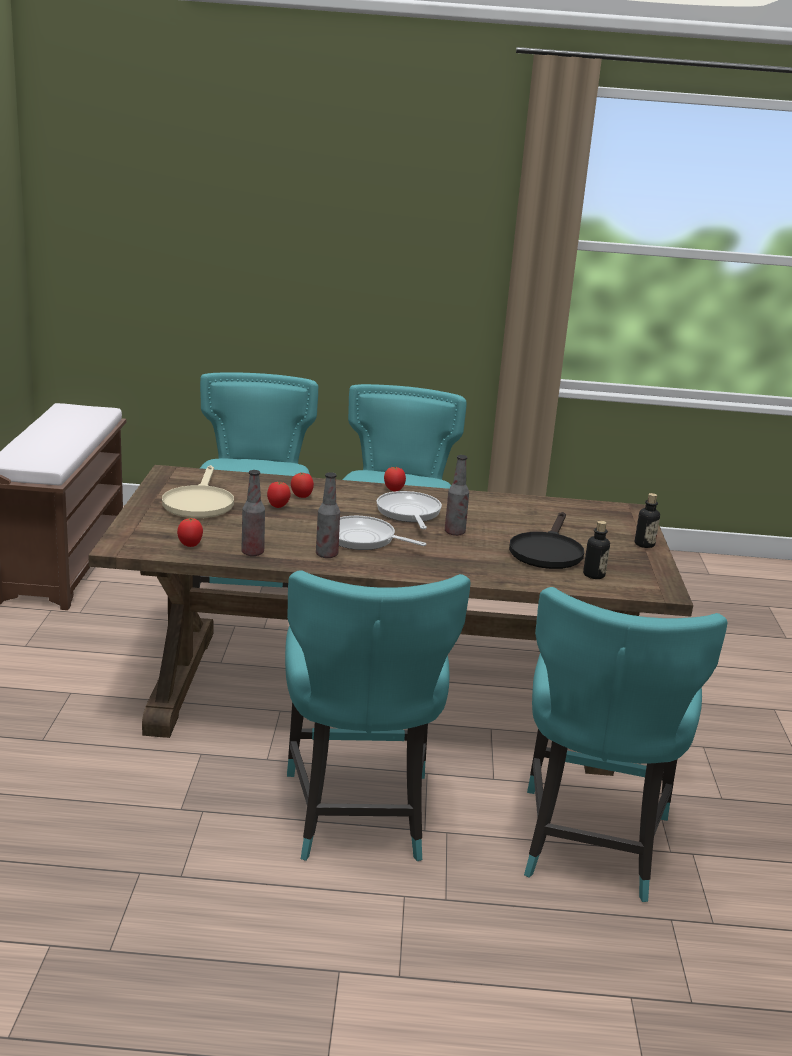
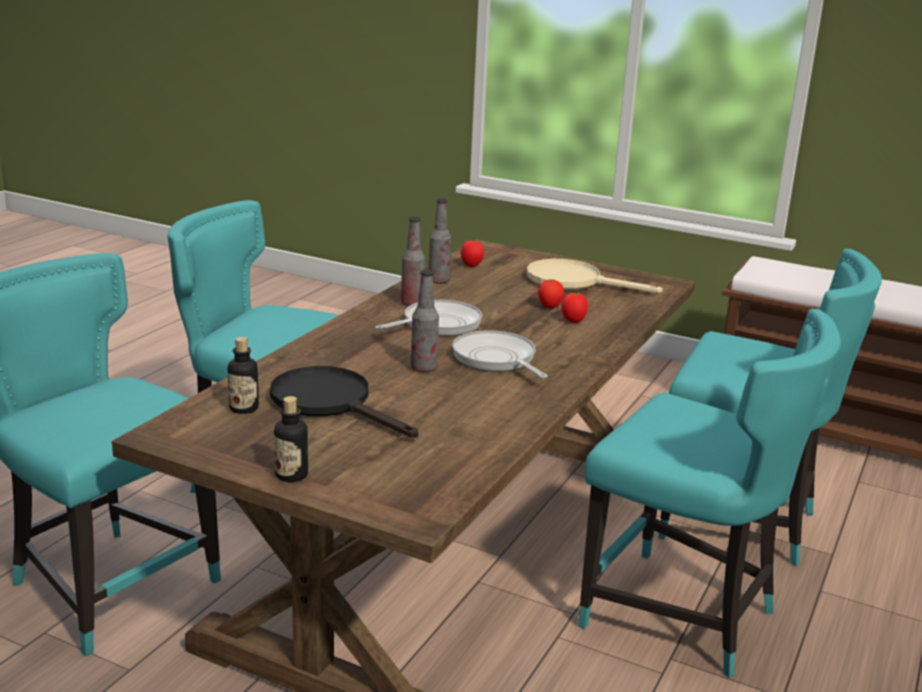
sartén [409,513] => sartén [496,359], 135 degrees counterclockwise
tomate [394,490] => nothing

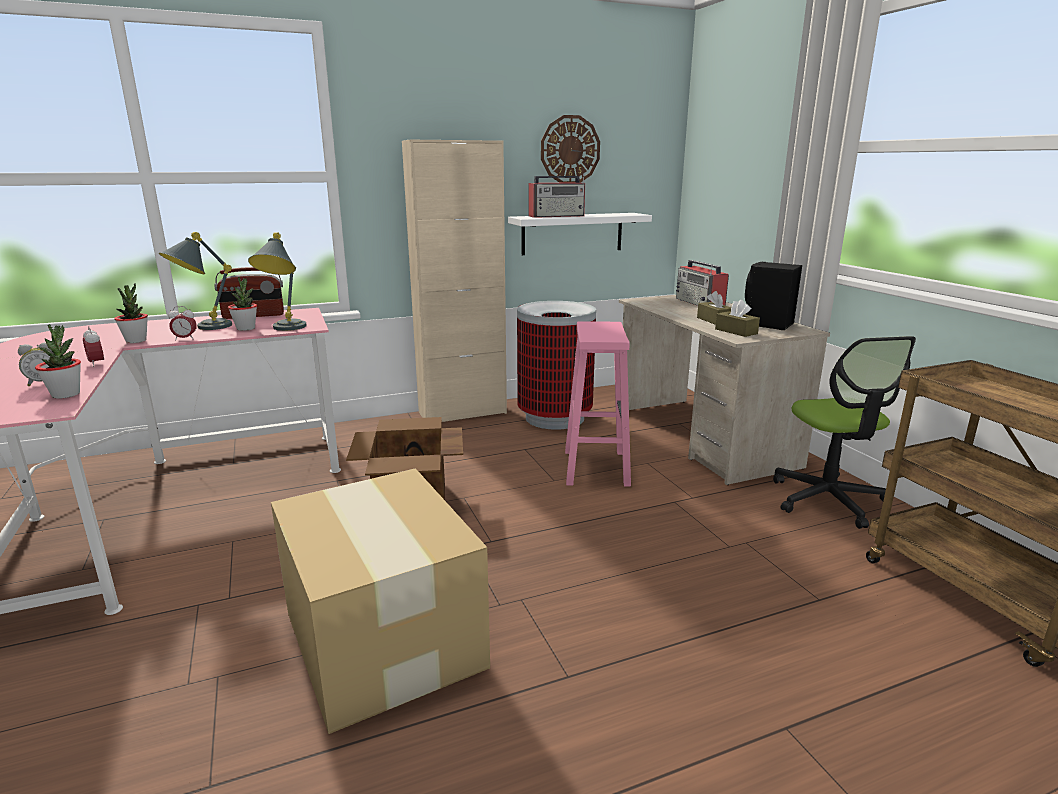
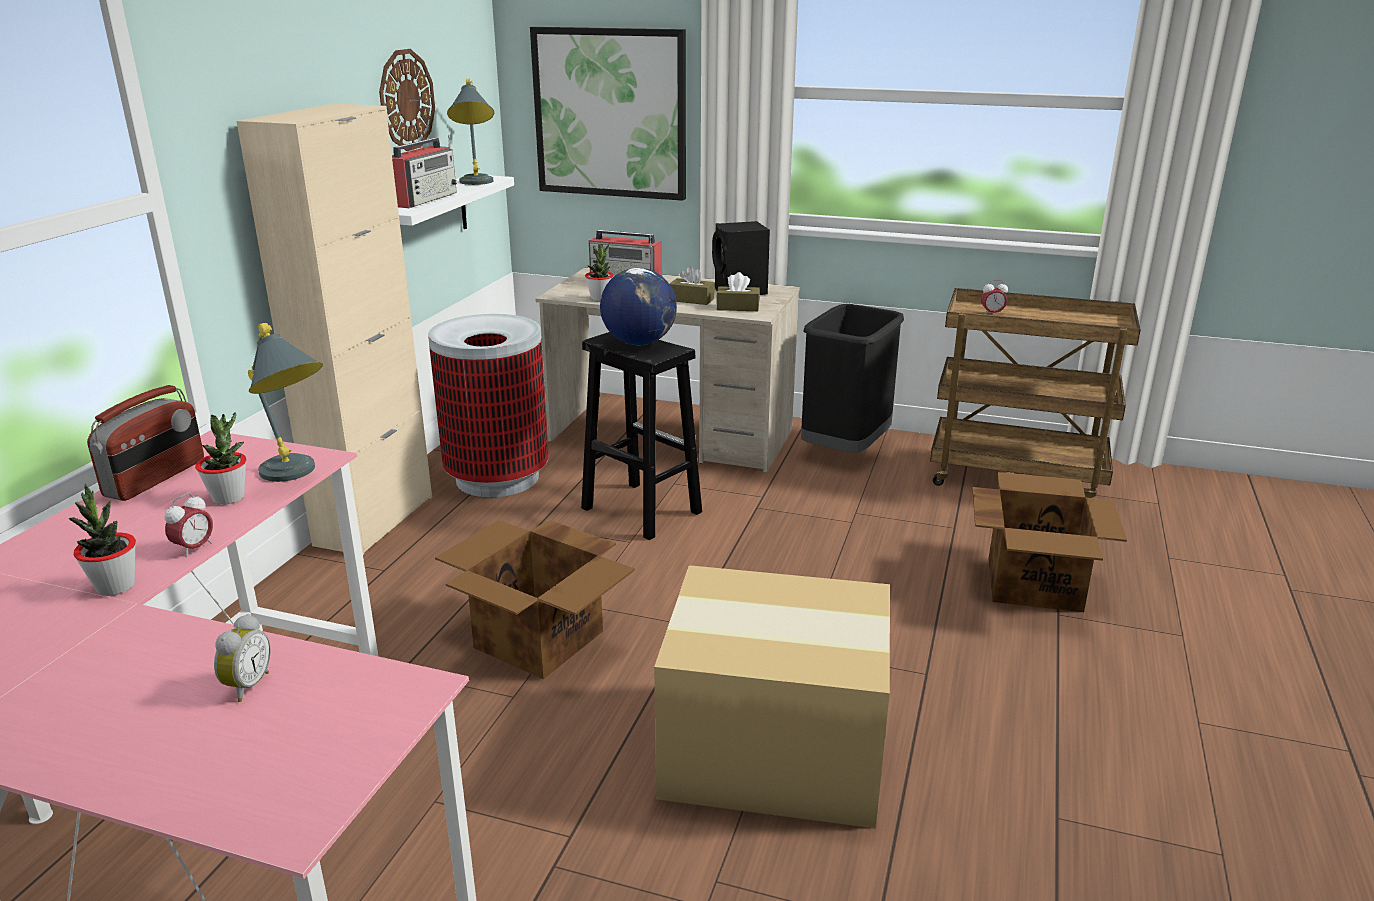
planta en maceta [66,394] => planta en maceta [600,298], moved
despertador [97,363] => despertador [992,314], moved
lámpara de mesa (gris) [203,328] => lámpara de mesa (gris) [476,184], moved
taburete (rosa) [595,467] => taburete (negro) [639,510]
silla de oficina [828,500] => papelera (negro) [845,450]
nothing => cuadro [610,113]
nothing => globo terráqueo [639,343]
nothing => caja de cartón [1034,583]

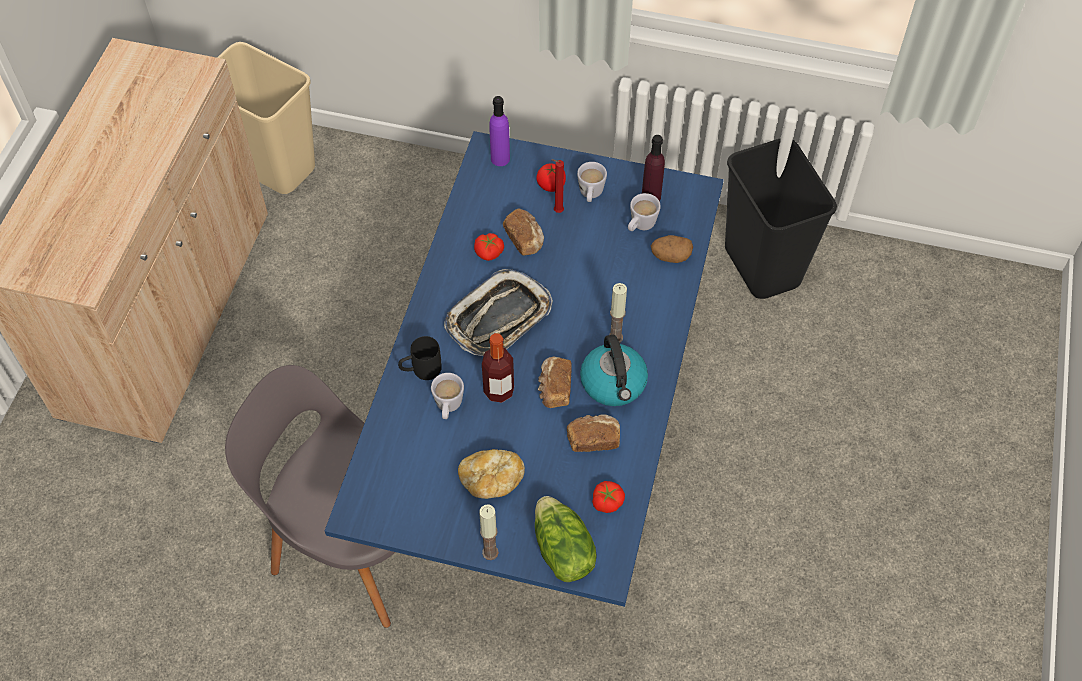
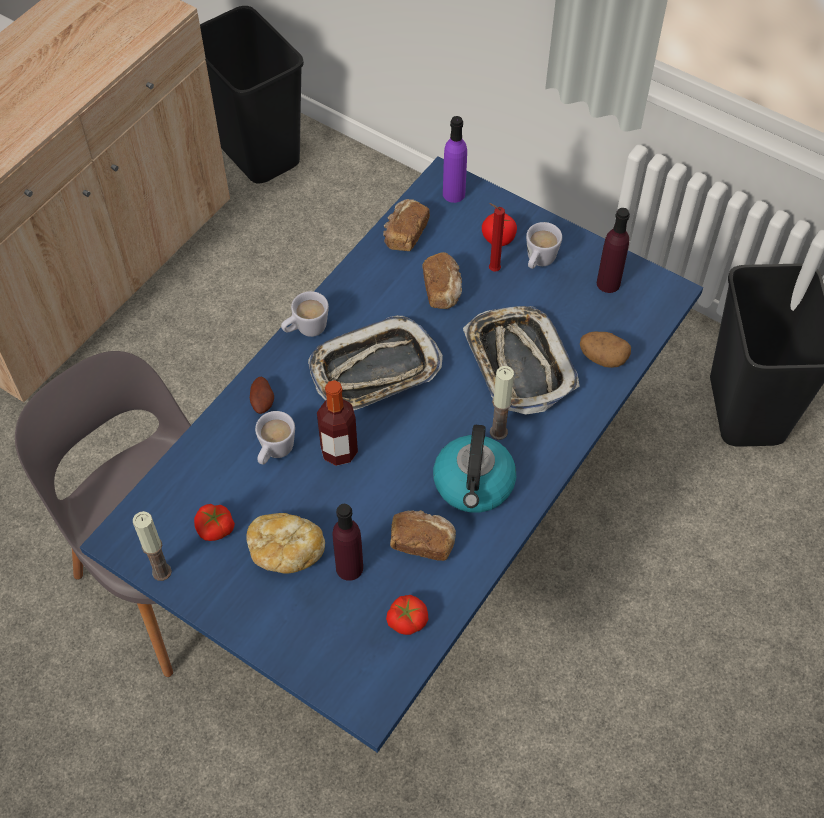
papelera (beis) [273,168] => papelera (negro) [256,153]
taza grande (negro) [420,371] => patata [263,402]
tomate [489,253] => tomate [215,529], moved
vela [490,552] => vela [161,572], moved
lechuga [561,551] => nothing
pan [554,389] => pan [404,234], moved
taza grande (blanco) [640,226] => taza grande (blanco) [305,330], moved
nothing => botella (morado) [349,568]
nothing => bandeja [518,363]

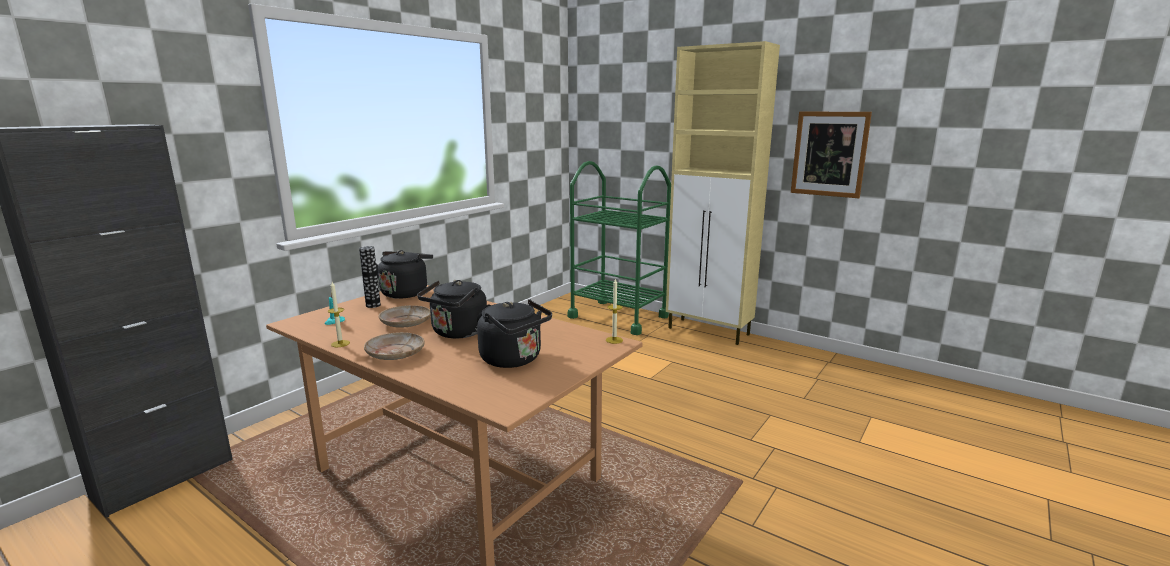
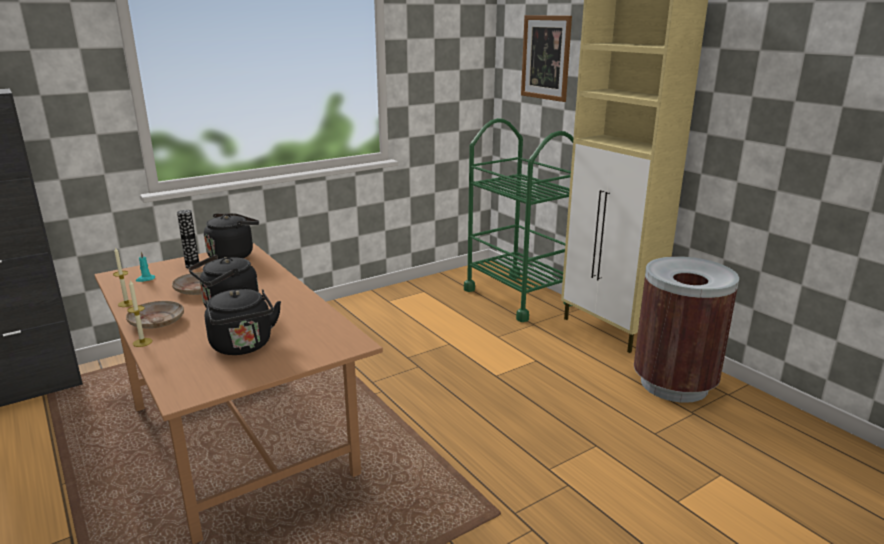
vela [614,340] => vela [142,342], moved
cuadro [829,154] => cuadro [546,57], moved
nothing => papelera (marrón) [674,384]

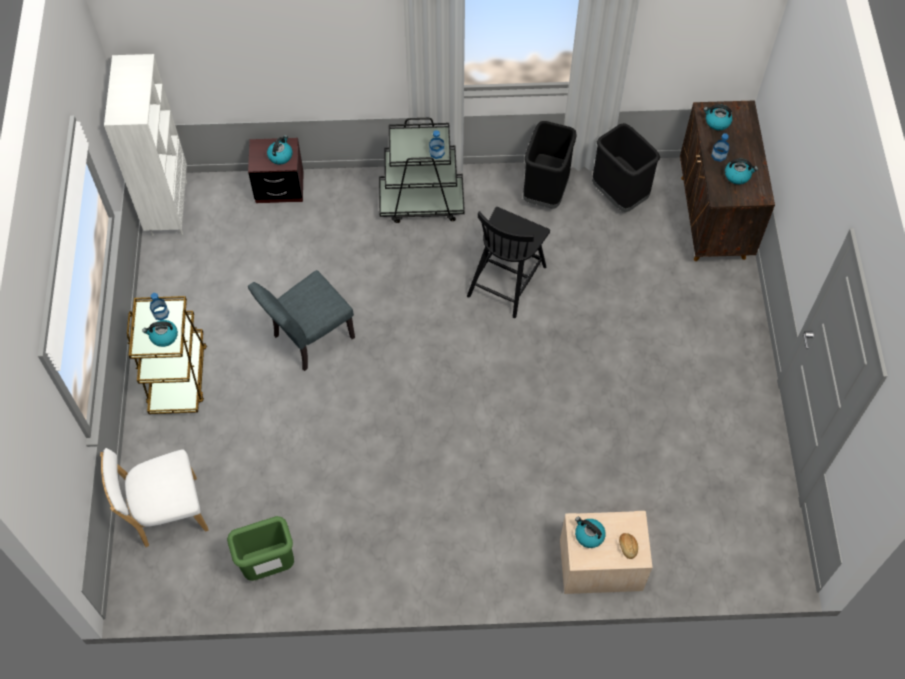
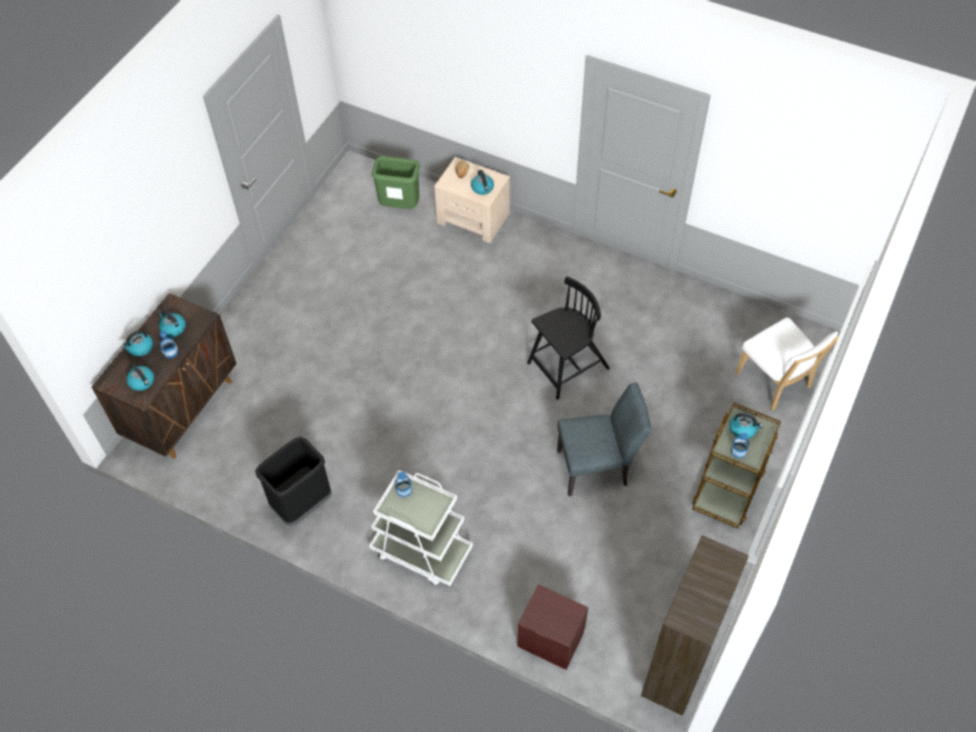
silla (blanco) [166,513] => silla (blanco) [775,382], 45 degrees clockwise
estantería (blanco) [168,208] => estantería (marrón) [676,673]
papelera (verde) [269,567] => papelera (verde) [400,207], moved
hervidor [280,155] => hervidor [140,348], moved
carrito (negro) [422,202] => carrito (blanco) [421,551]
silla (negro) [507,279] => silla (negro) [567,367], moved
papelera (negro) [618,195] => nothing

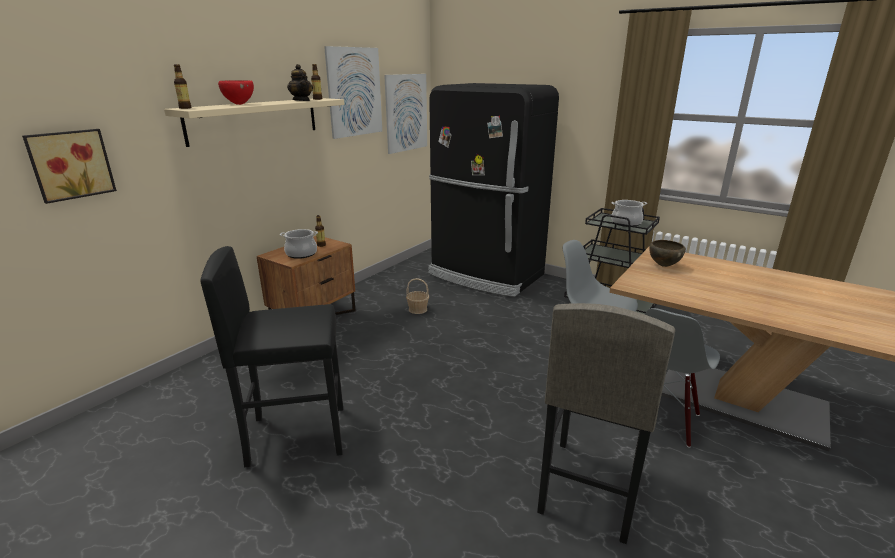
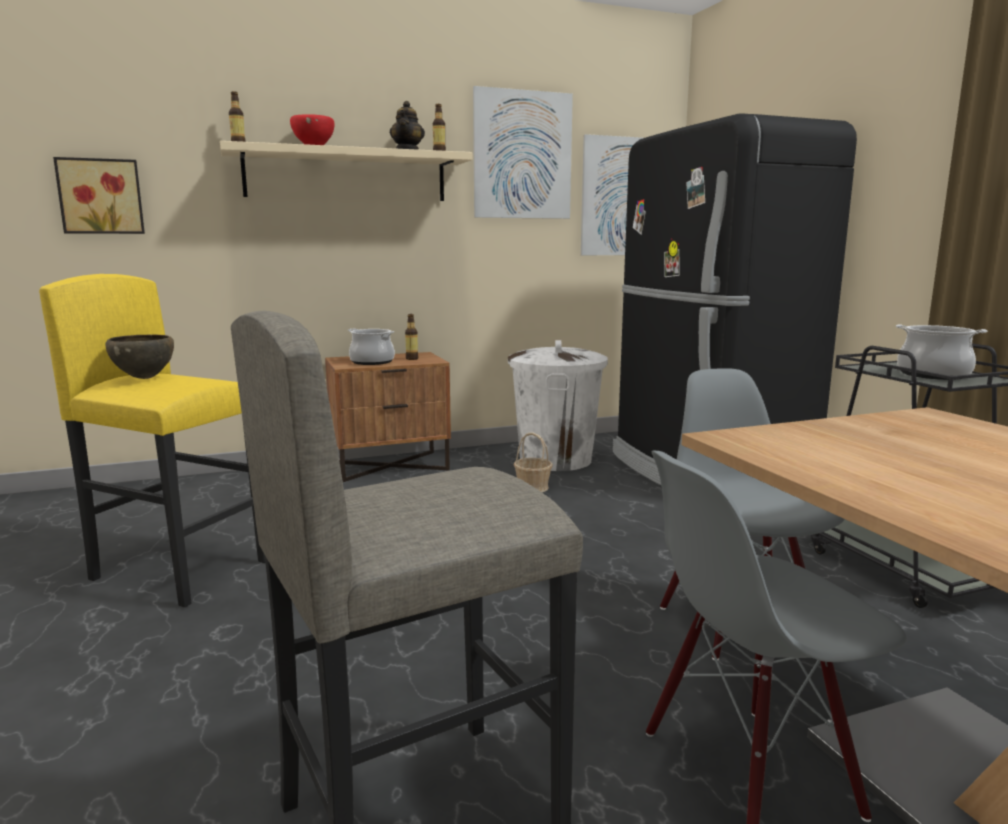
taburete (negro) [297,435] => taburete (amarillo) [181,570]
cuenco (marrón) [663,265] => cuenco (marrón) [145,378], moved
nothing => papelera (blanco) [556,459]

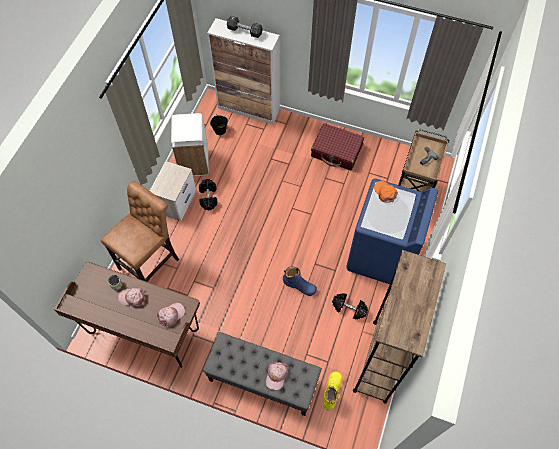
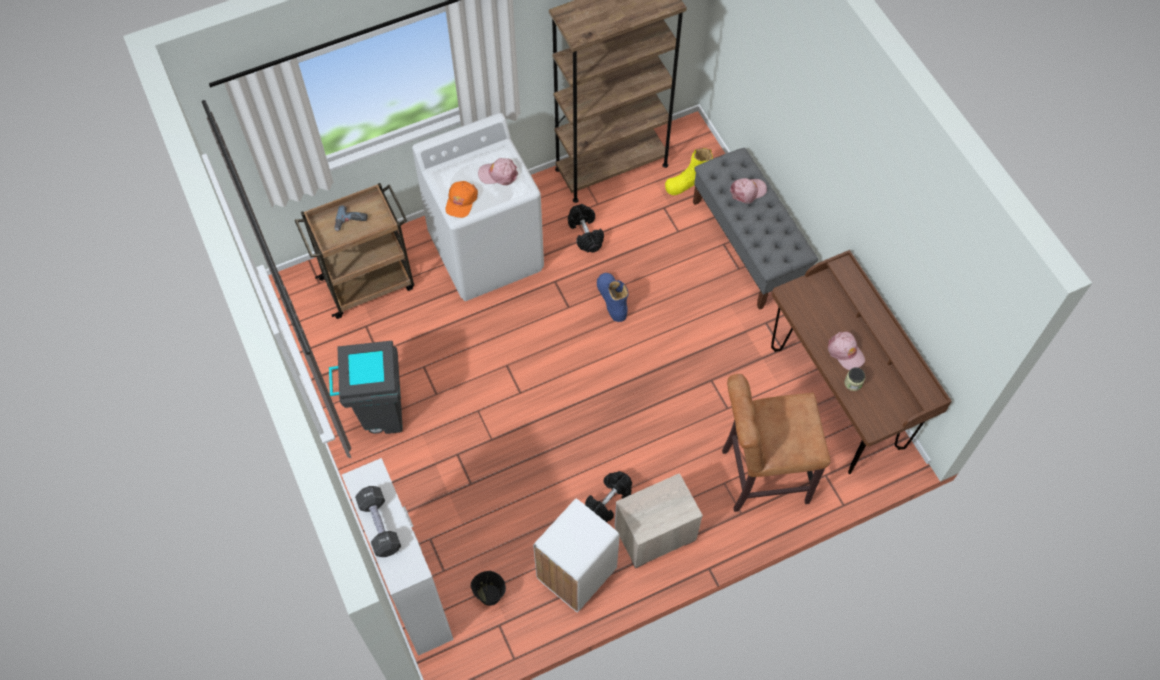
gorra (rosa) [171,315] => gorra (rosa) [498,174], moved
maleta (rojo) [336,151] => papelera (gris) [379,415]
lavadora (azul) [381,256] => lavadora (blanco) [487,252]

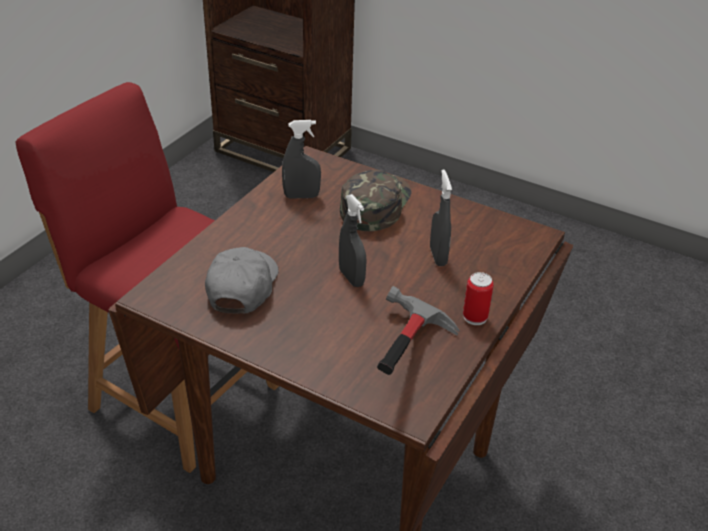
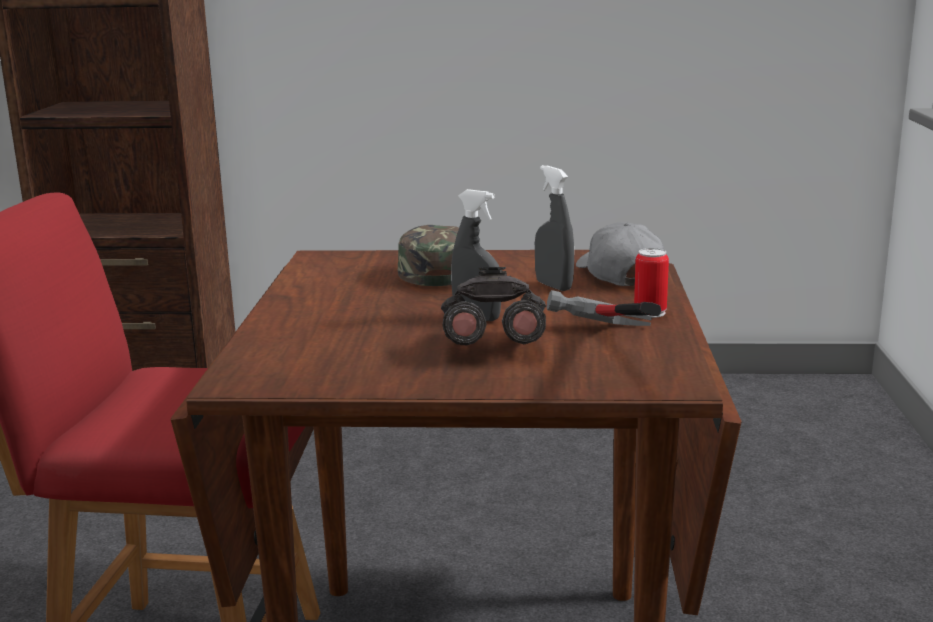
gorra (gris) [242,287] => gorra (gris) [619,274], moved
pulverizador (gris) [301,196] => nothing
nothing => prismáticos (gris) [492,347]

